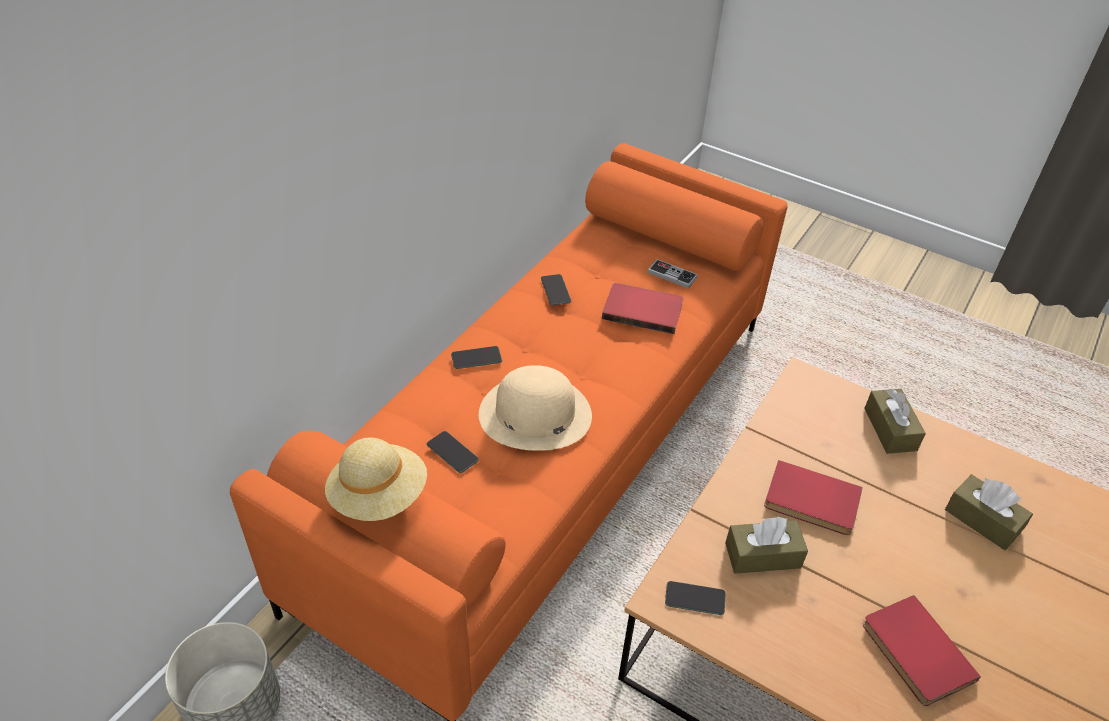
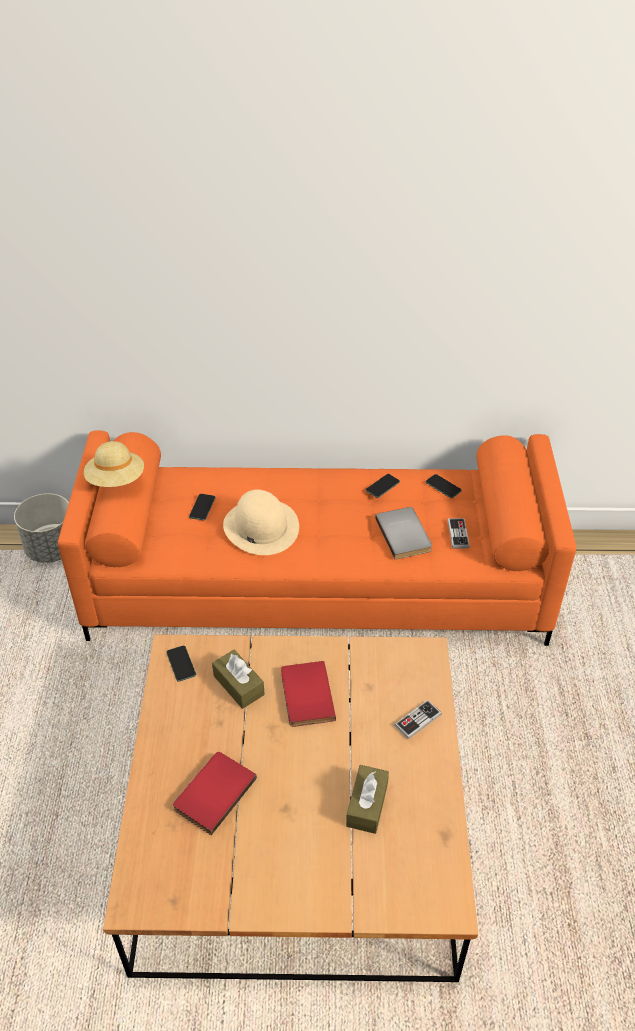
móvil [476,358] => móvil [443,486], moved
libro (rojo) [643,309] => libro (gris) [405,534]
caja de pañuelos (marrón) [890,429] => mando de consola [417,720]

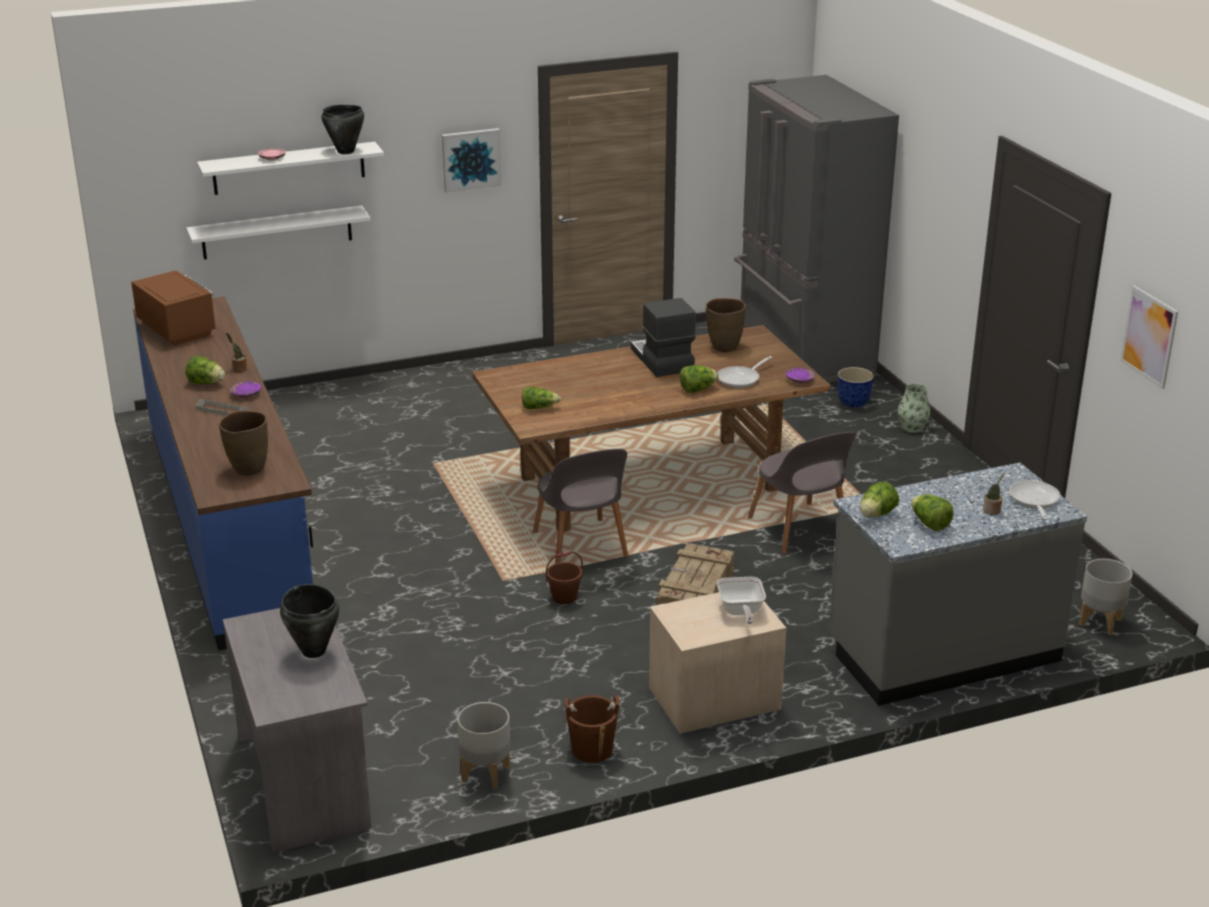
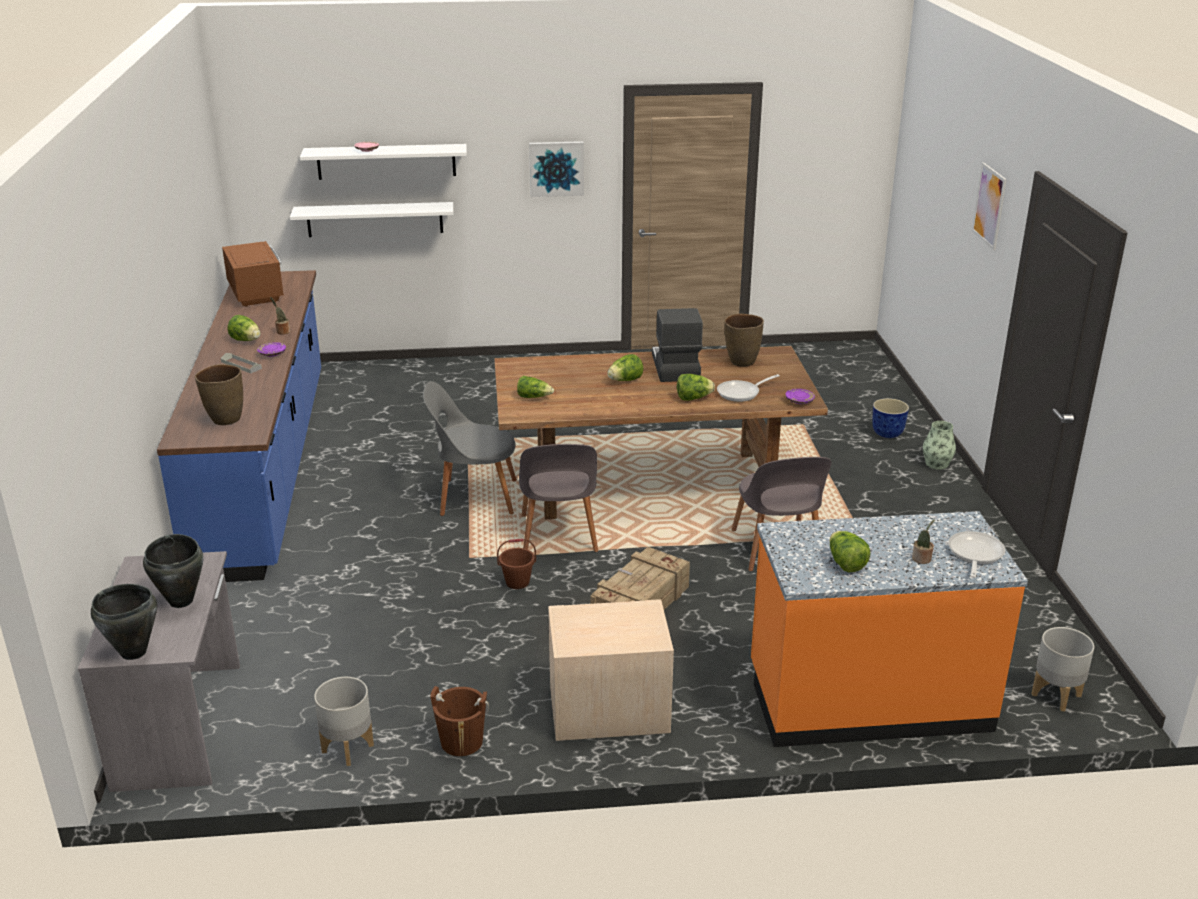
olla (negro) [346,151] => olla (negro) [133,652], moved
sartén [740,612] => nothing
nevera (gris) [801,354] => nothing
mueble bajo de cocina (gris) [942,652] => mueble bajo de cocina (naranja) [868,699]
lechuga [876,515] => lechuga [625,380], moved
cuadro [1149,336] => cuadro [989,206], moved
nothing => silla (gris) [474,497]

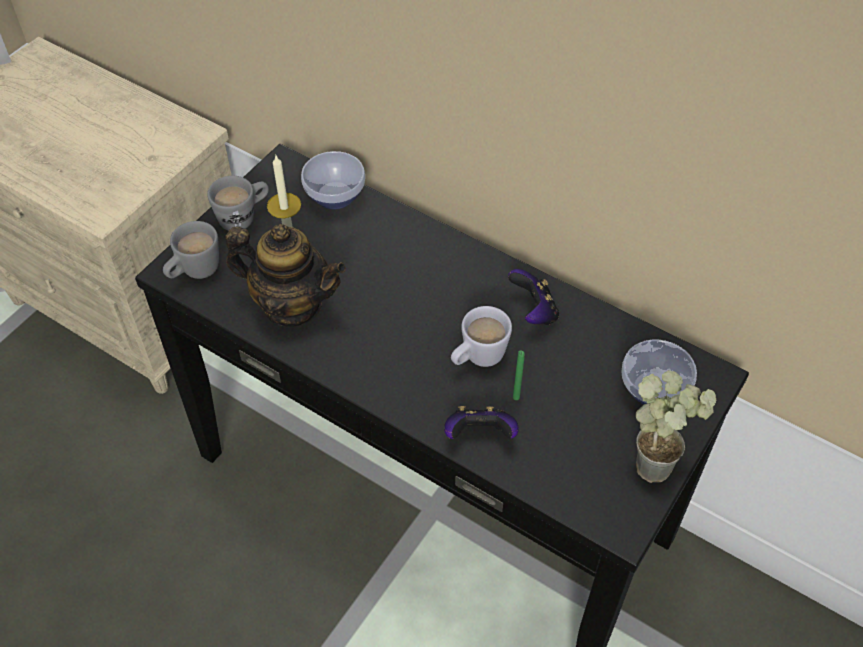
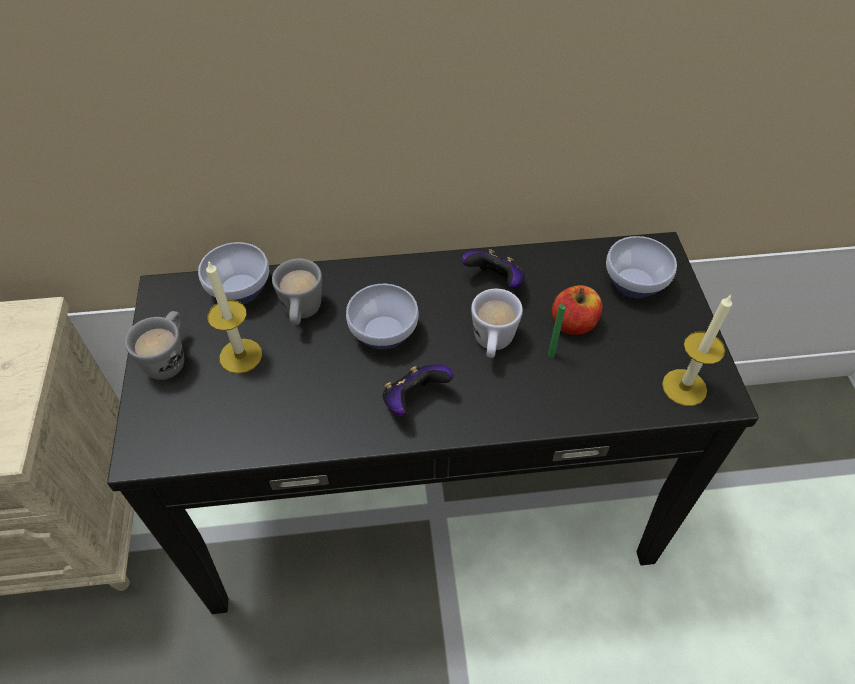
taza grande (gris) [194,272] => taza grande (gris) [302,314], moved
tetera [292,305] => nothing
mando de consola [479,435] => mando de consola [414,399], moved
planta en maceta [658,461] => nothing
nothing => cuenco [382,334]
nothing => manzana [573,324]
nothing => vela [684,387]

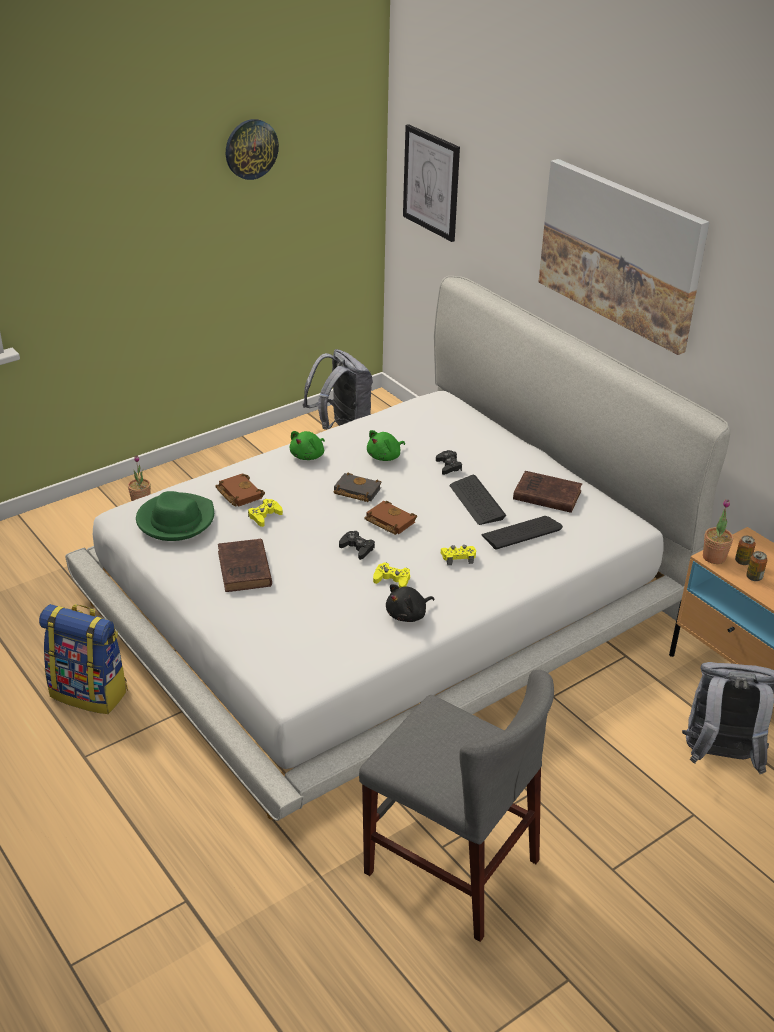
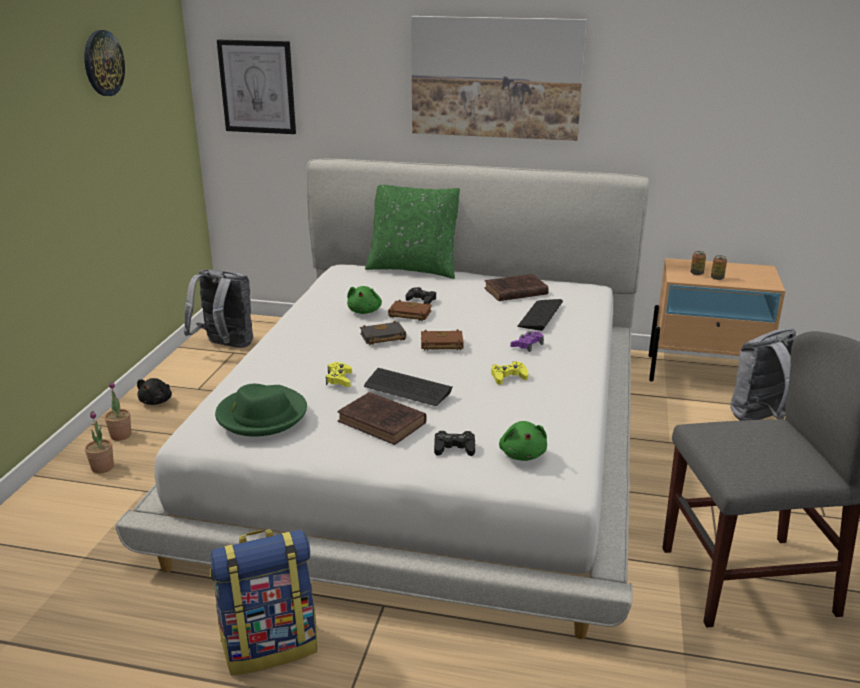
libro (marrón) [238,493] => libro (marrón) [408,314], moved
peluche (verde) [308,456] => peluche (verde) [522,454], moved
mando de consola (negro) [357,548] => mando de consola (negro) [454,448], moved
peluche (negro) [408,615] => peluche (negro) [157,401], moved
mando de consola (amarillo) [458,557] => mando de consola (morado) [527,345]
teclado [477,501] => teclado [407,389], moved
planta en maceta [714,557] => planta en maceta [121,435], moved
nothing => cojín (verde) [413,269]

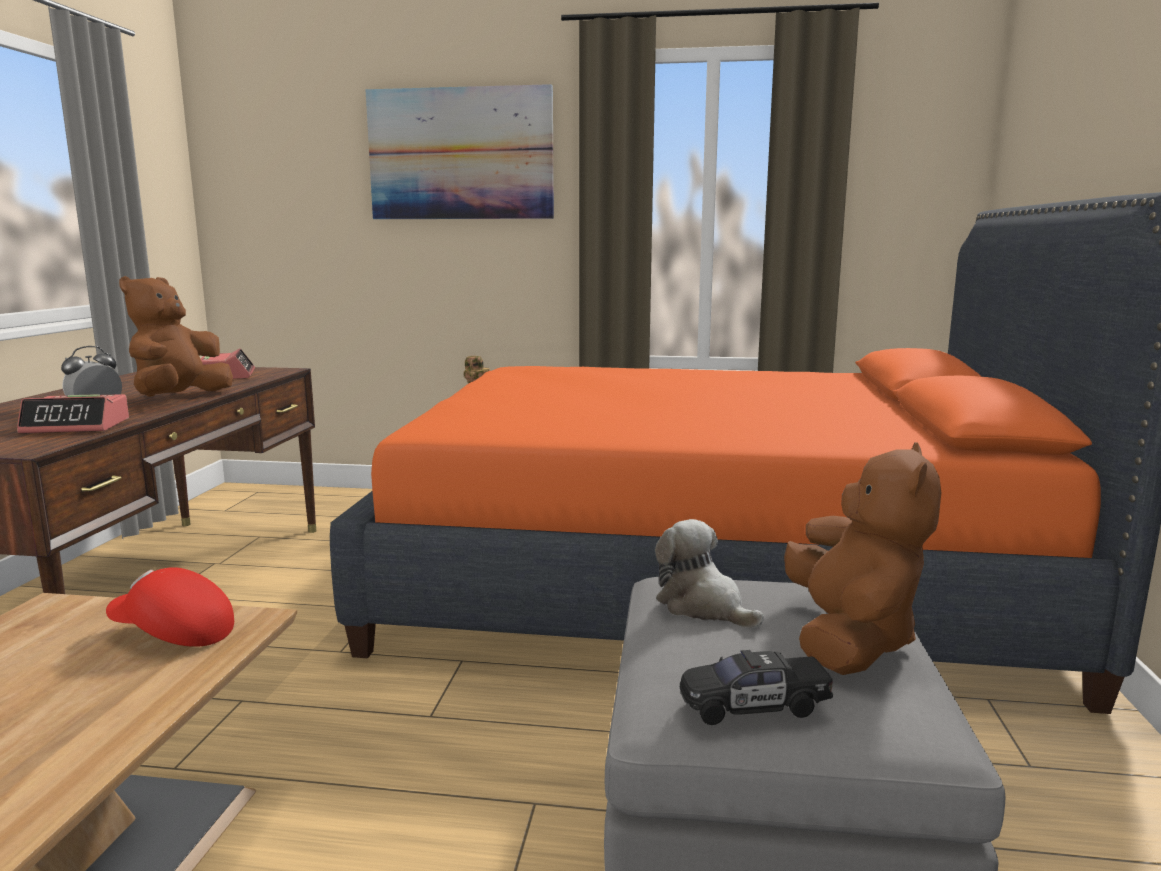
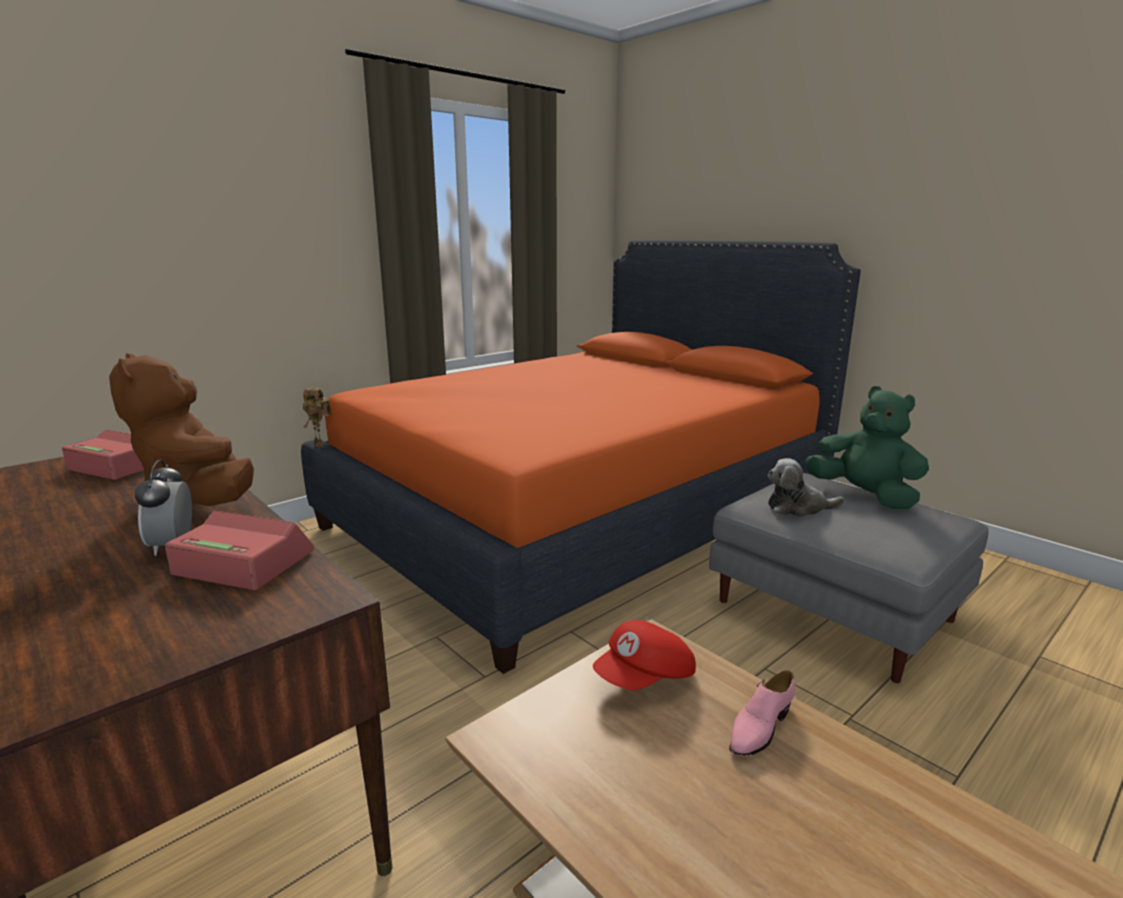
despertador [77,426] => despertador [243,563], 105 degrees counterclockwise
cuadro [461,154] => nothing
coche de juguete (negro) [753,706] => nothing
peluche (marrón) [849,640] => peluche (verde) [864,496]
nothing => zapato (rosa) [759,728]

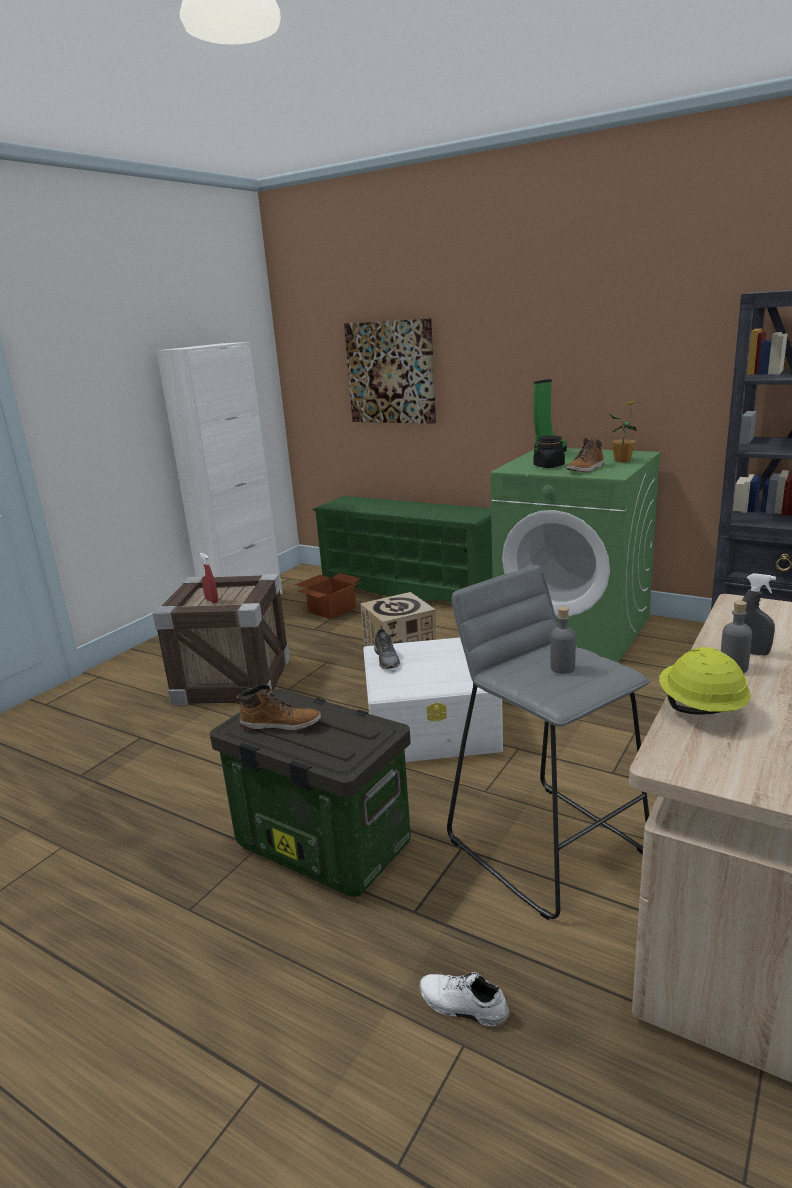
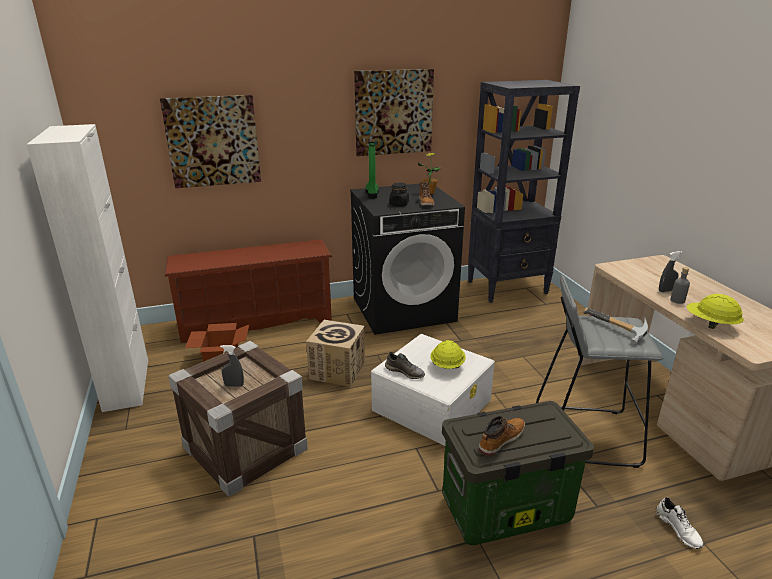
pulverizador (rojo) [211,600] => pulverizador (gris) [234,385]
zapatero (verde) [409,591] => zapatero (marrón) [257,320]
zapato (blanco) [462,1006] => zapato (blanco) [678,529], 90 degrees counterclockwise
lavadora (verde) [574,629] => lavadora (negro) [404,309]
botella (gris) [562,668] => martillo [614,330]
nothing => cuadro [393,112]
nothing => casco (amarillo) [447,366]

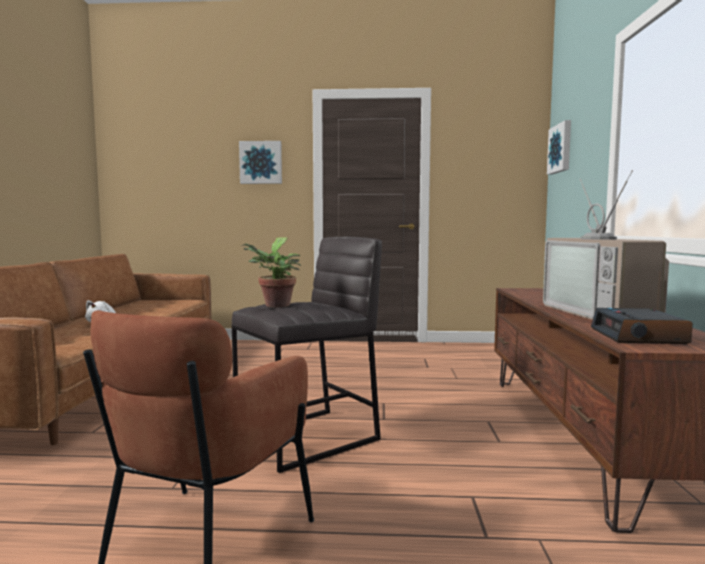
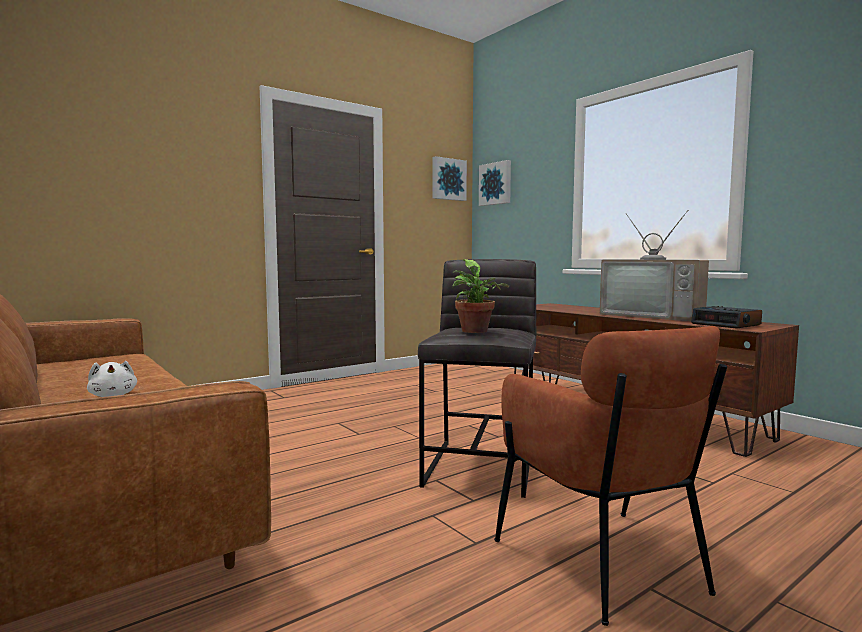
cuadro [261,162] => cuadro [448,179], moved

